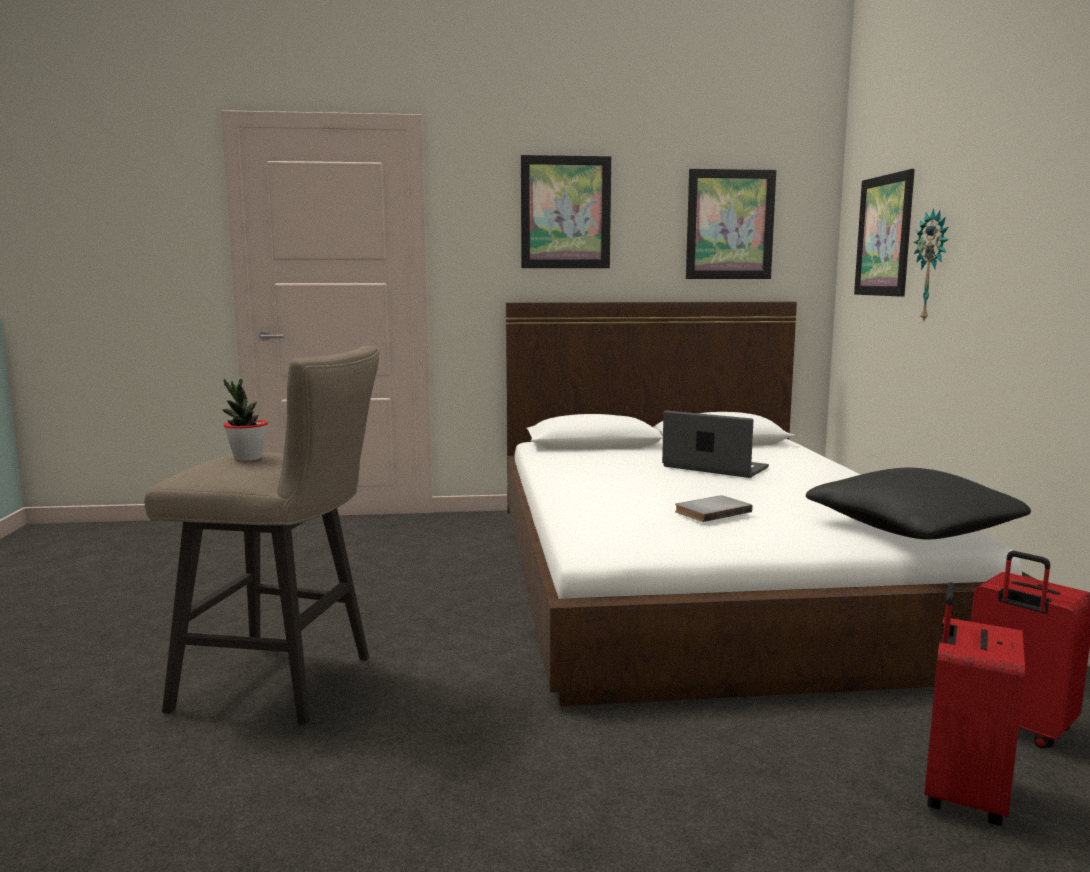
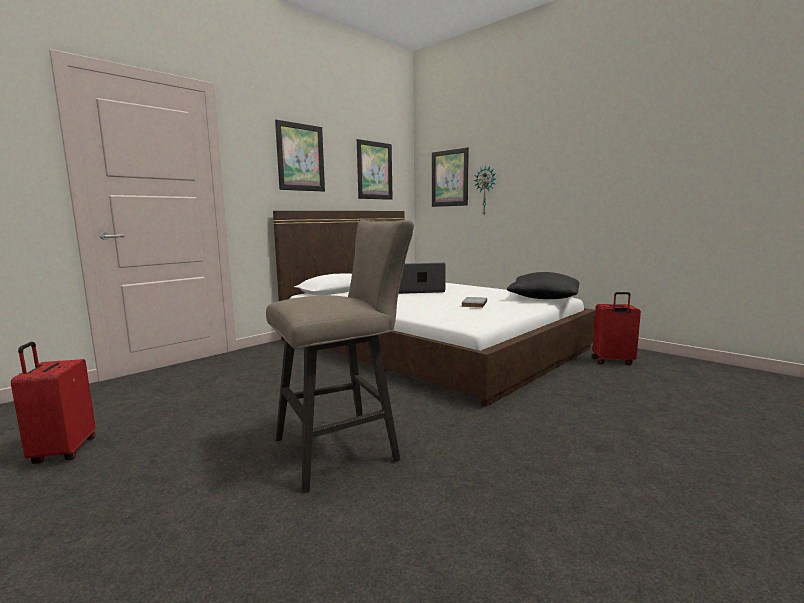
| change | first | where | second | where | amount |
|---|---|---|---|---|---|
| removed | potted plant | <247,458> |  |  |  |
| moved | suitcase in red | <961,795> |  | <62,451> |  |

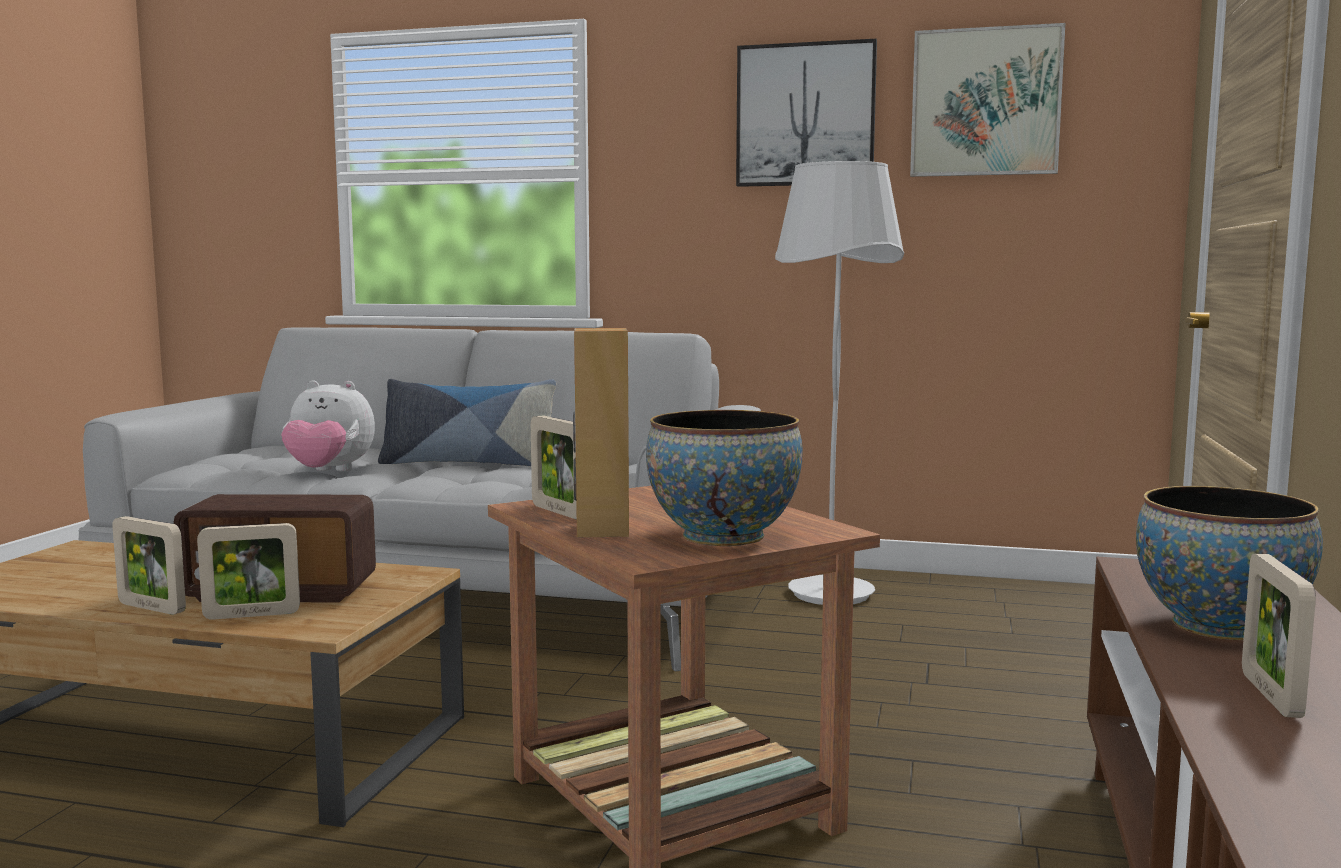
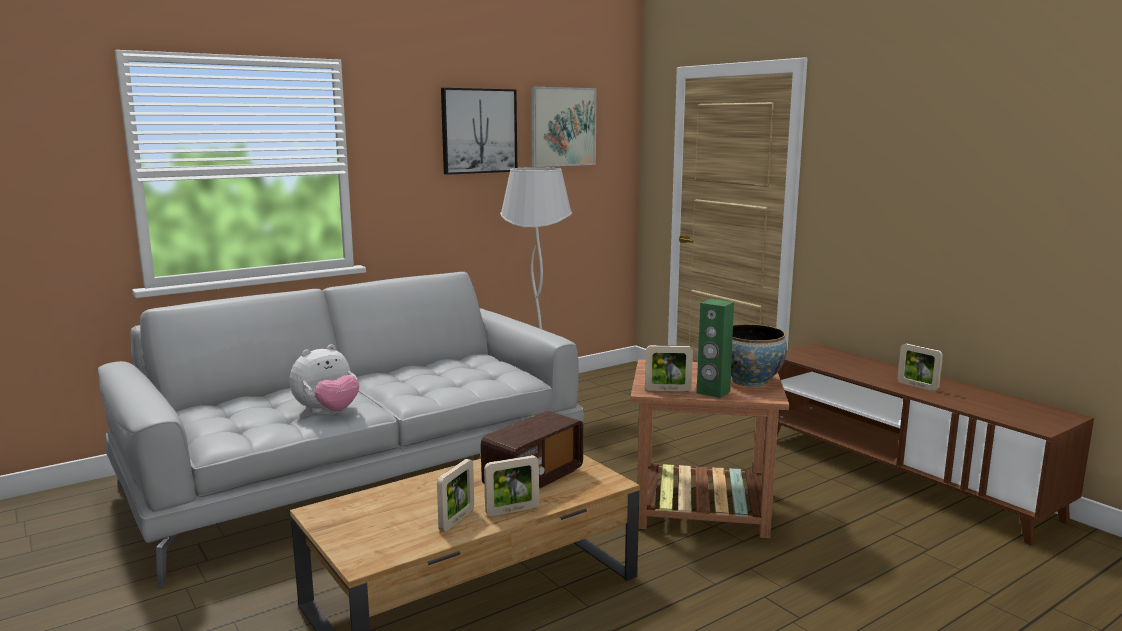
| change | first | where | second | where | amount |
|---|---|---|---|---|---|
| recoloured | speaker in brown | <601,530> | speaker in green | <713,392> |  |
| removed | pillow | <468,463> |  |  |  |
| removed | bowl | <1219,626> |  |  |  |
| moved | picture frame | <252,615> |  | <457,520> |  |

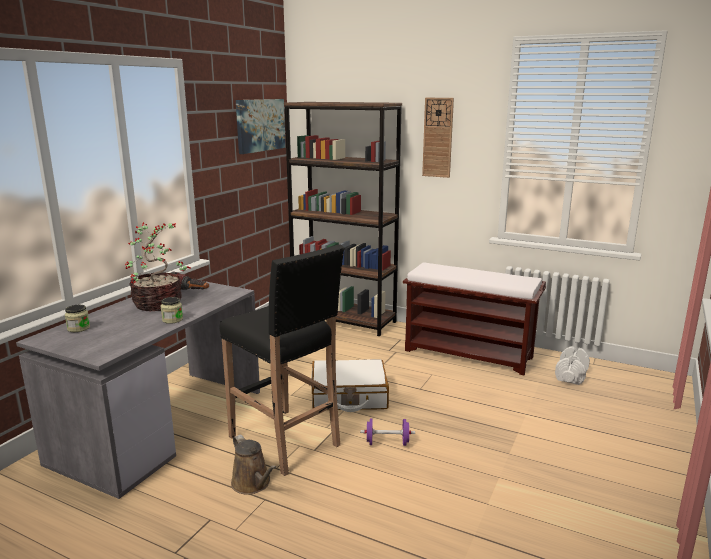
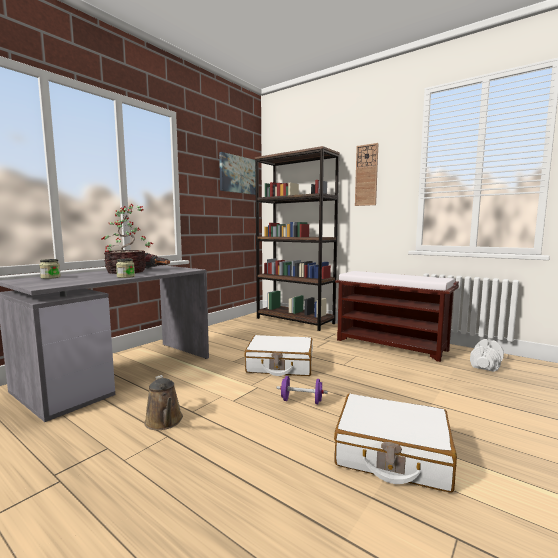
| change | first | where | second | where | amount |
|---|---|---|---|---|---|
| removed | stool in black | <286,442> |  |  |  |
| added |  |  | suitcase in white | <391,454> |  |

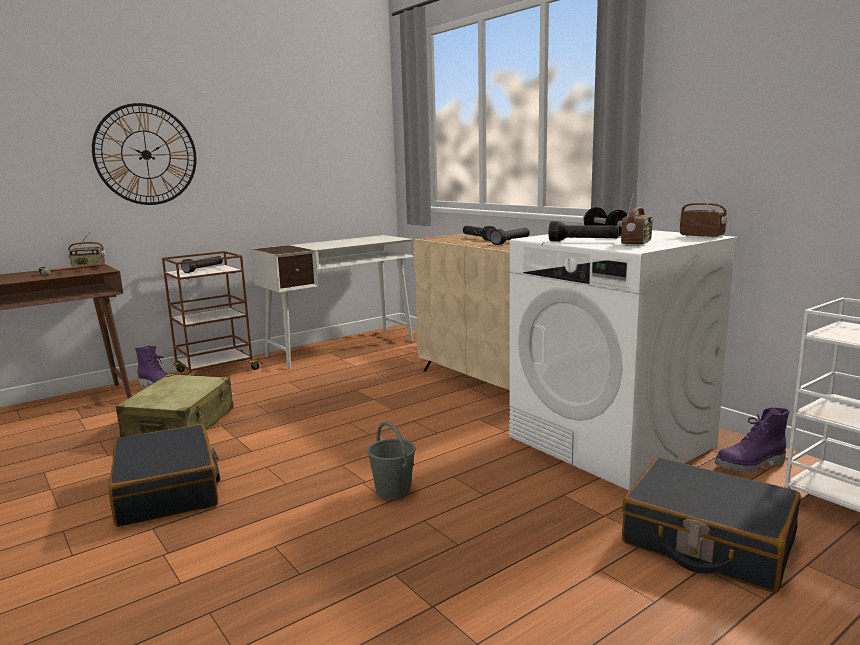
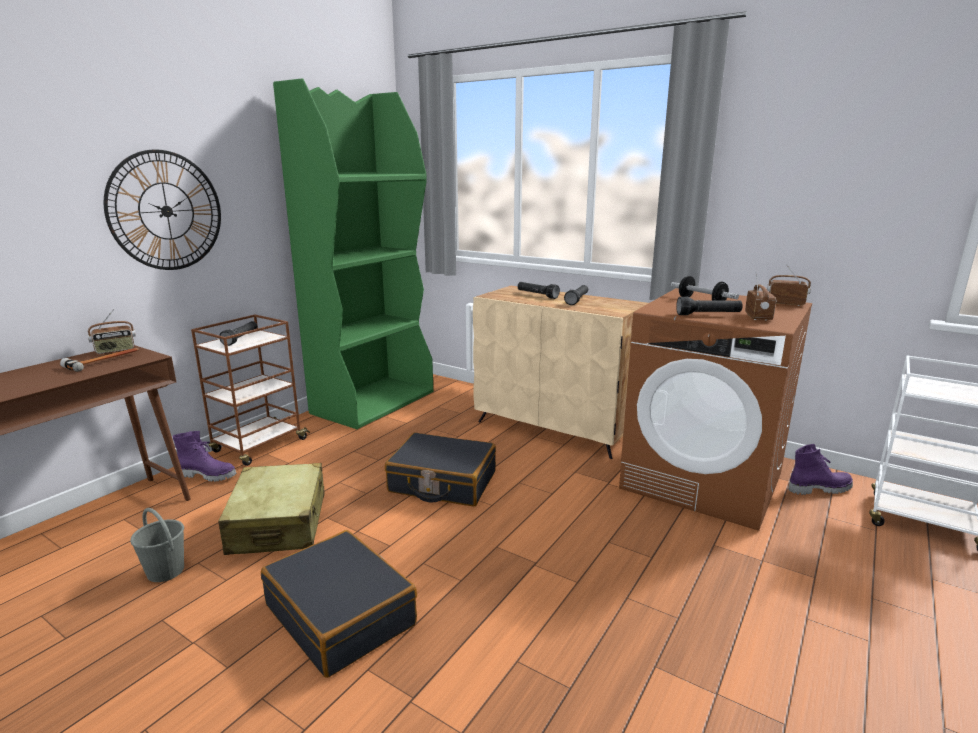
| change | first | where | second | where | amount |
|---|---|---|---|---|---|
| recoloured | washing machine in white | <612,442> | washing machine in brown | <703,481> |  |
| replaced | desk in white | <342,348> | bookcase in green | <374,402> |  |
| turned | boot in purple | <751,465> |  | <818,488> | 150 degrees counterclockwise |
| moved | bucket in grey | <393,491> |  | <166,571> |  |
| moved | suitcase in black | <707,541> |  | <442,482> |  |

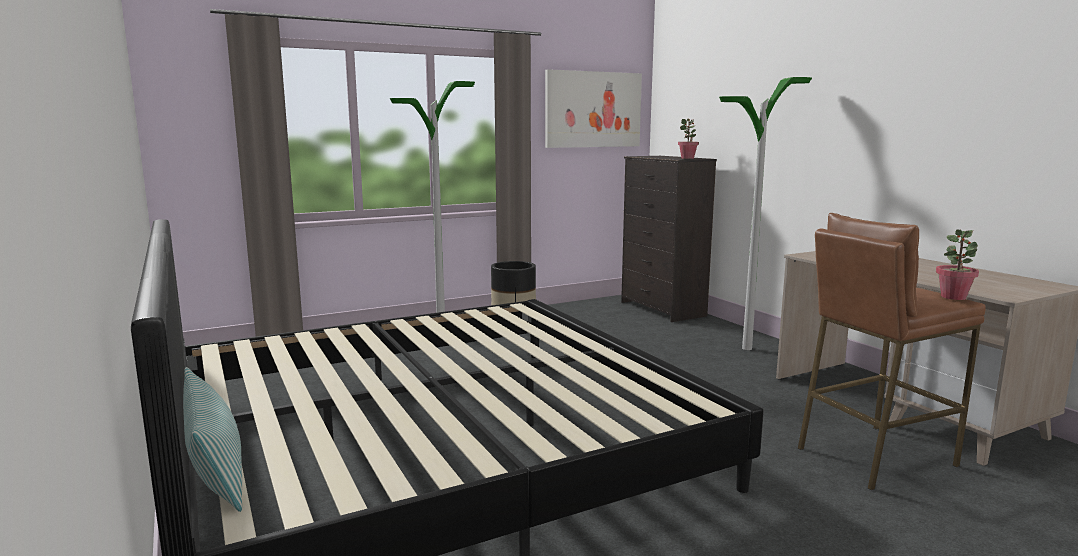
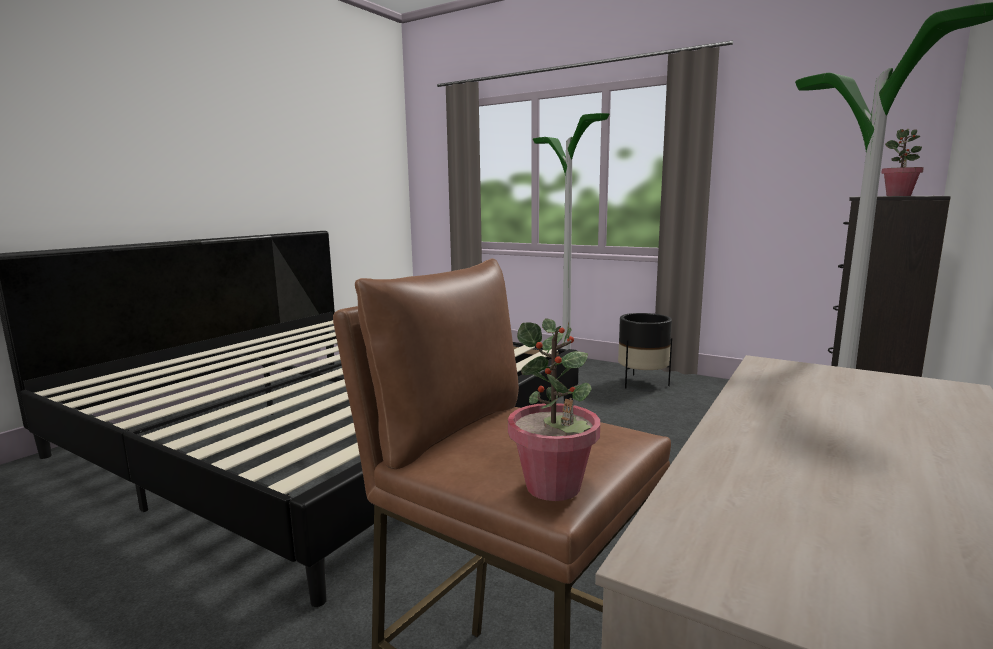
| change | first | where | second | where | amount |
|---|---|---|---|---|---|
| removed | picture | <593,109> |  |  |  |
| removed | pillow | <216,471> |  |  |  |

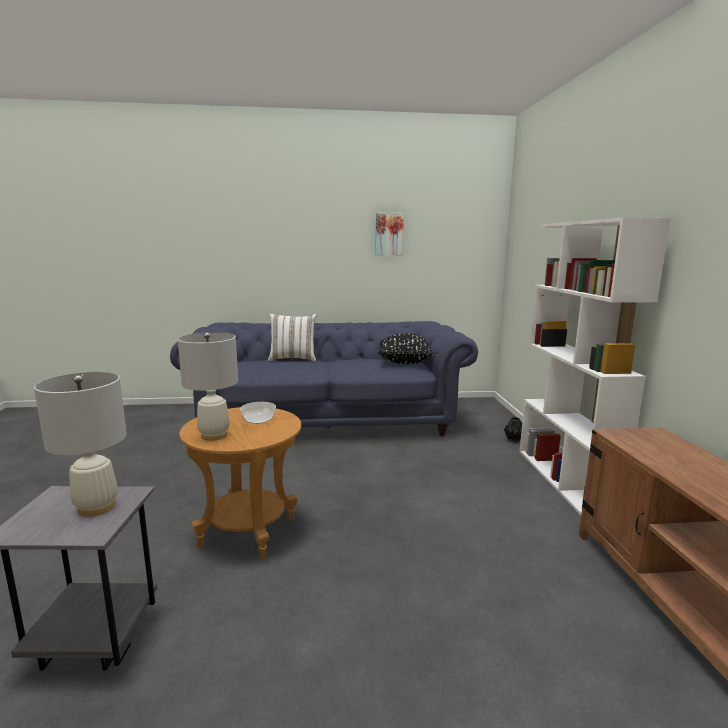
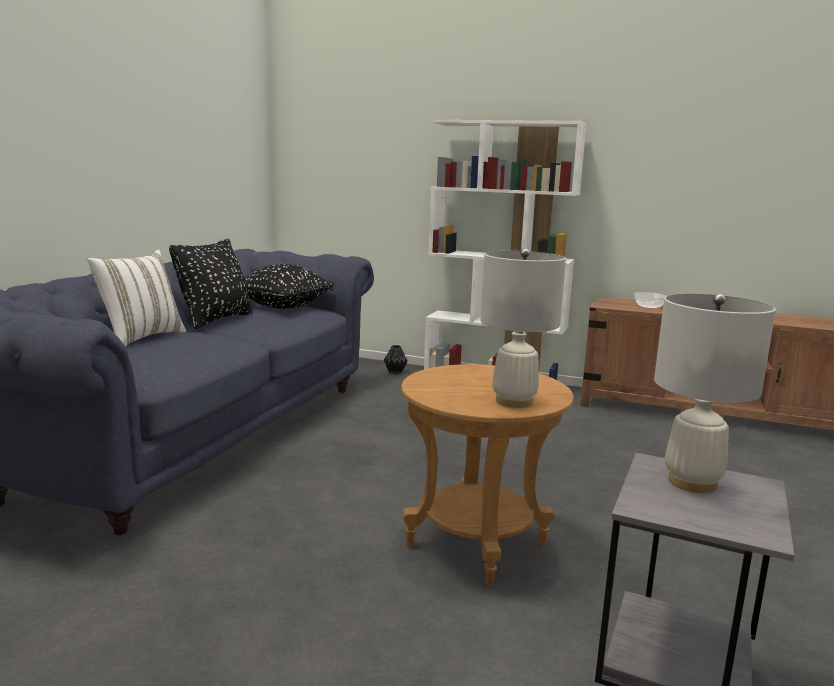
| change | first | where | second | where | amount |
|---|---|---|---|---|---|
| removed | picture | <389,234> |  |  |  |
| moved | bowl | <258,420> |  | <648,307> |  |
| added |  |  | pillow in black | <215,320> |  |

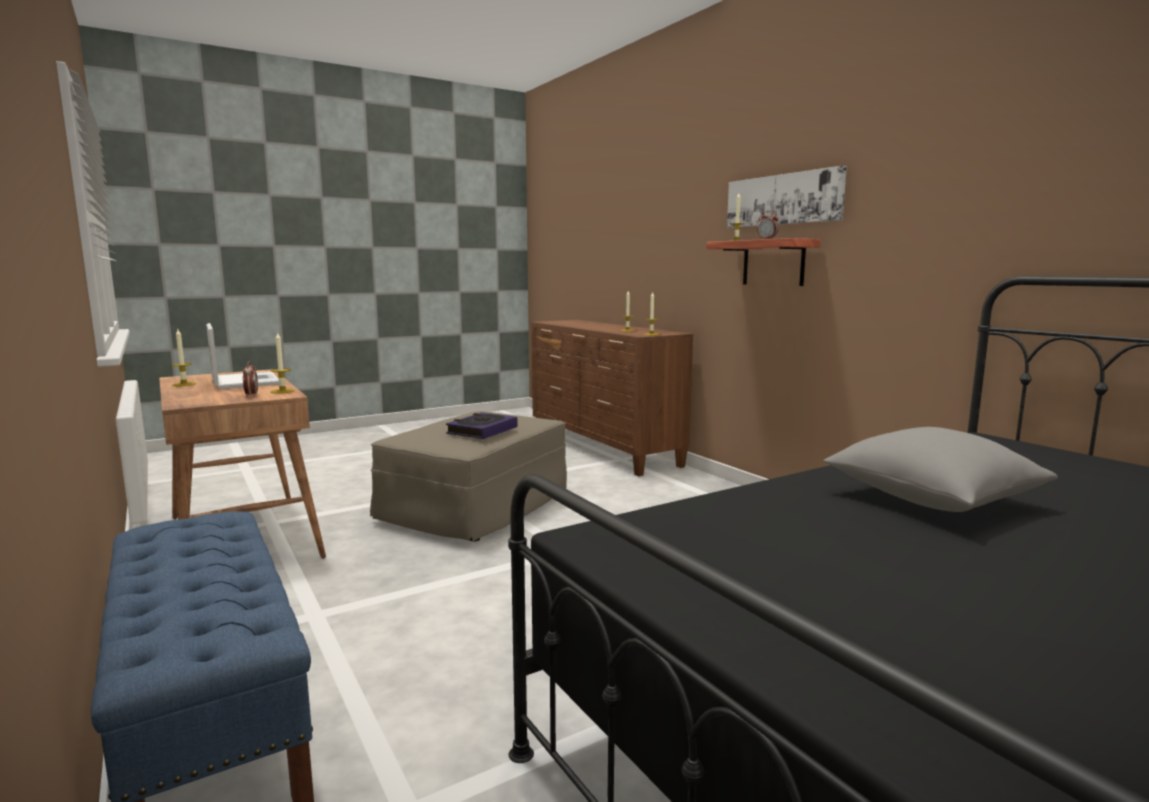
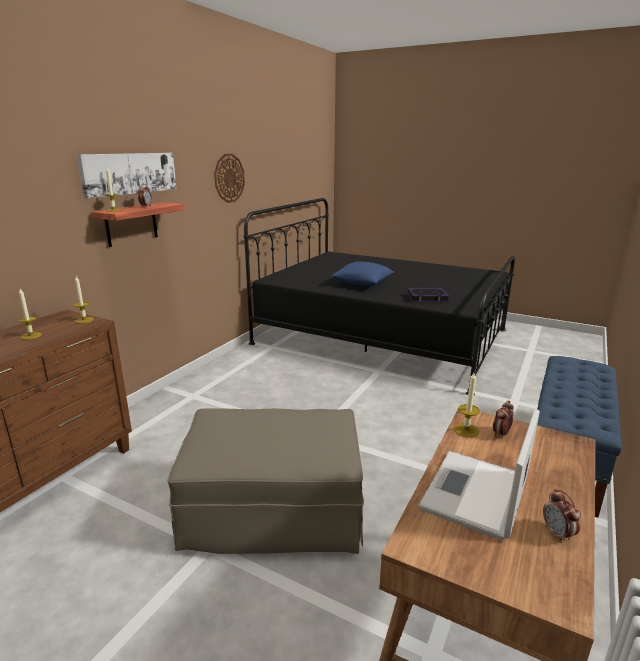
| change | first | where | second | where | amount |
|---|---|---|---|---|---|
| replaced | candle | <184,384> | alarm clock | <557,534> |  |
| moved | book | <482,430> |  | <427,298> |  |
| recoloured | pillow in grey | <931,500> | pillow in blue | <363,284> |  |
| added |  |  | wall clock | <229,178> |  |

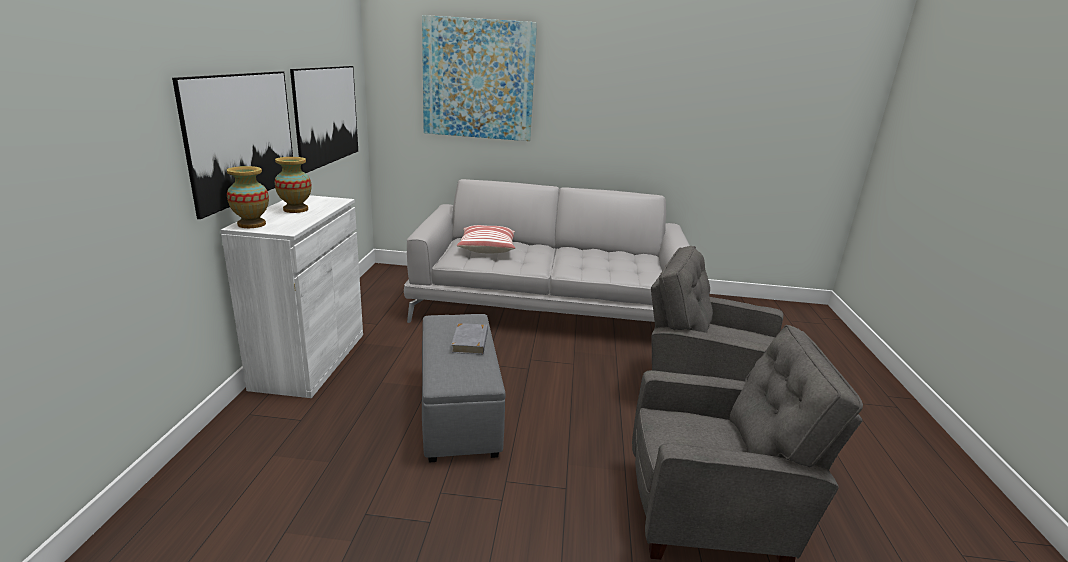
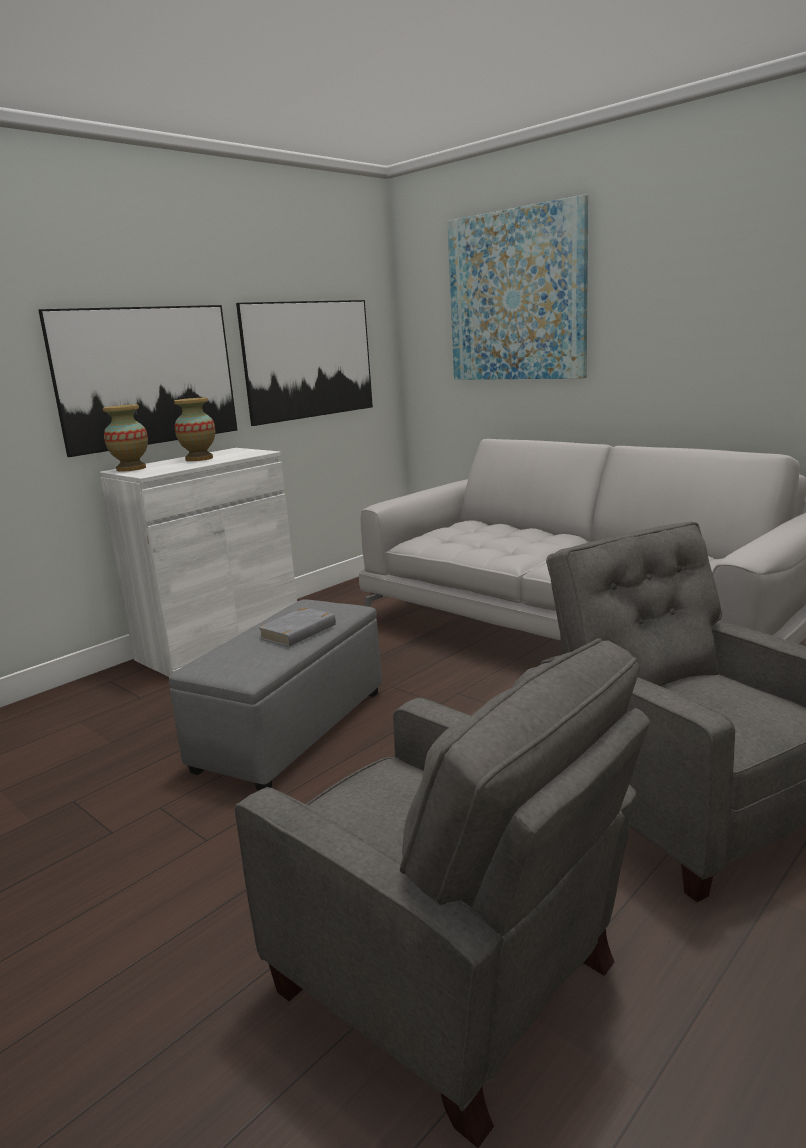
| change | first | where | second | where | amount |
|---|---|---|---|---|---|
| removed | pillow | <487,248> |  |  |  |

